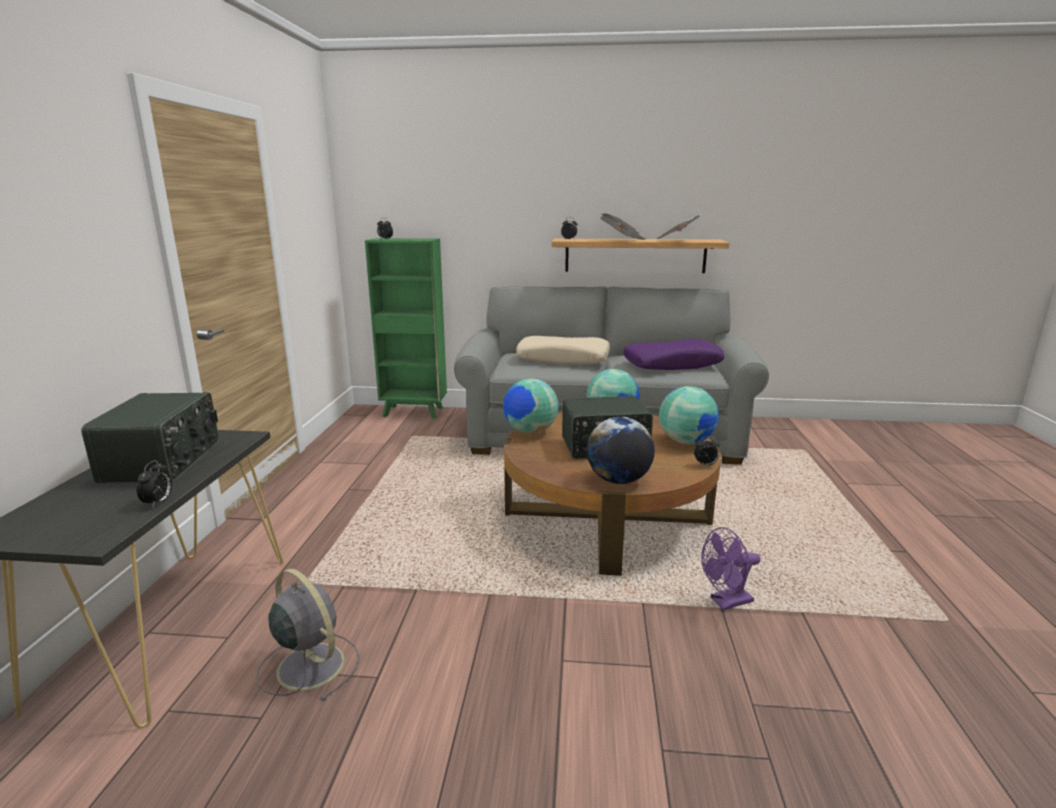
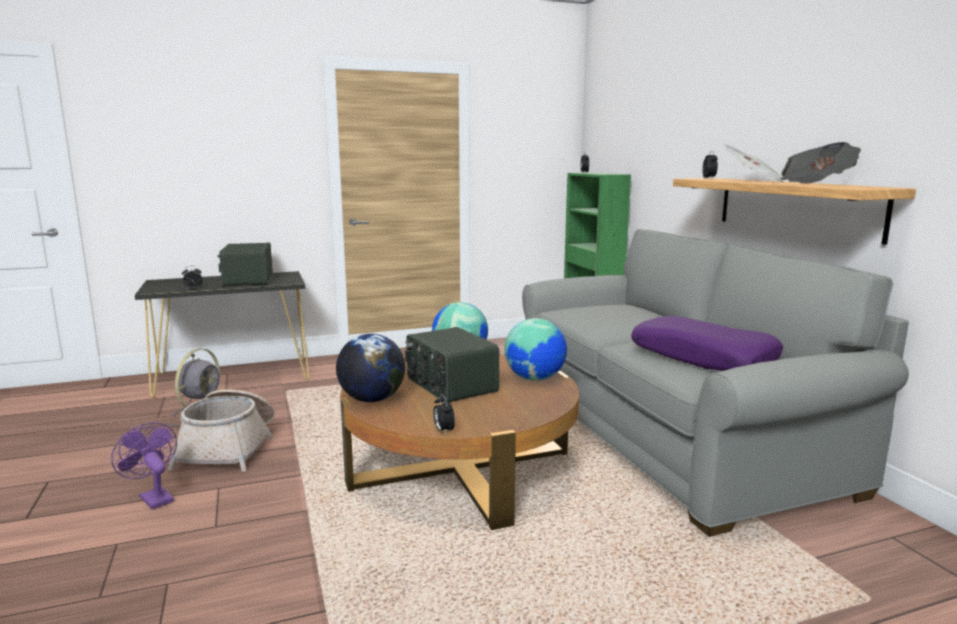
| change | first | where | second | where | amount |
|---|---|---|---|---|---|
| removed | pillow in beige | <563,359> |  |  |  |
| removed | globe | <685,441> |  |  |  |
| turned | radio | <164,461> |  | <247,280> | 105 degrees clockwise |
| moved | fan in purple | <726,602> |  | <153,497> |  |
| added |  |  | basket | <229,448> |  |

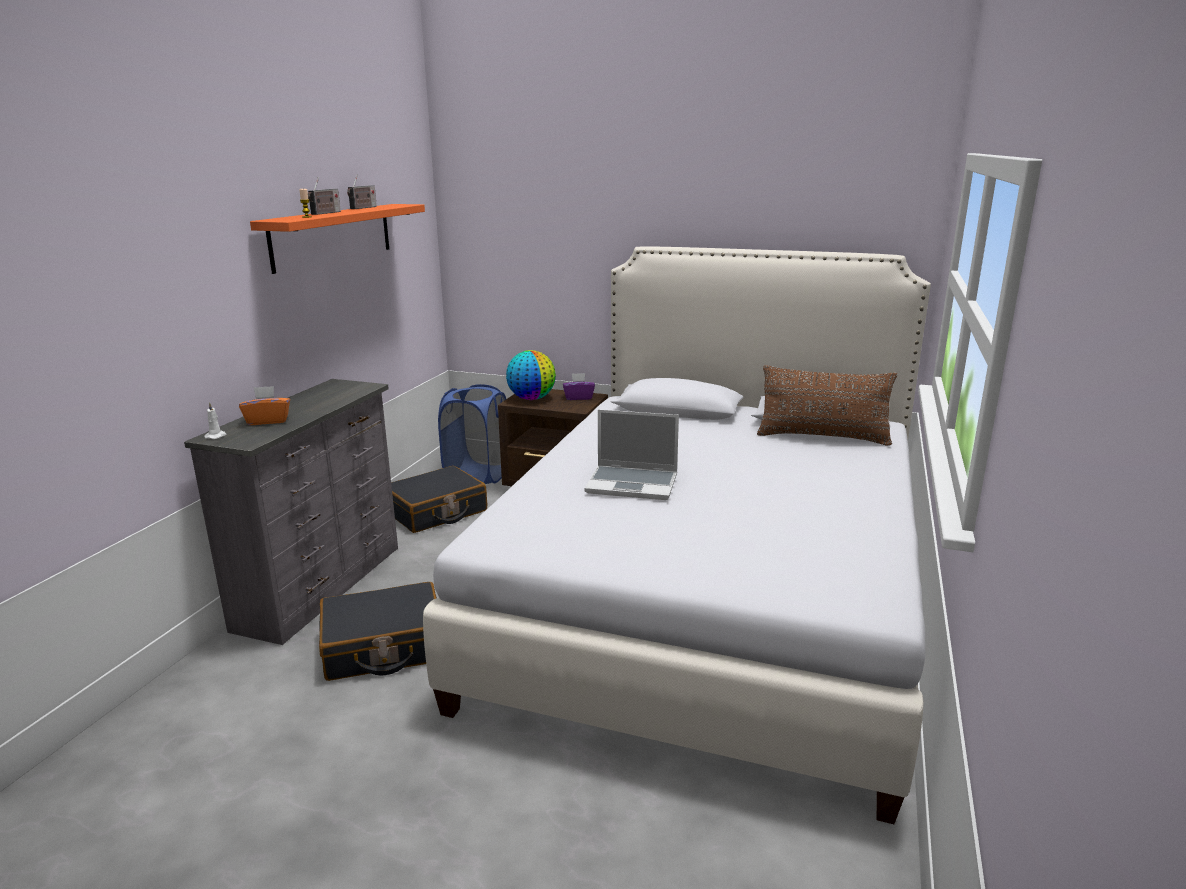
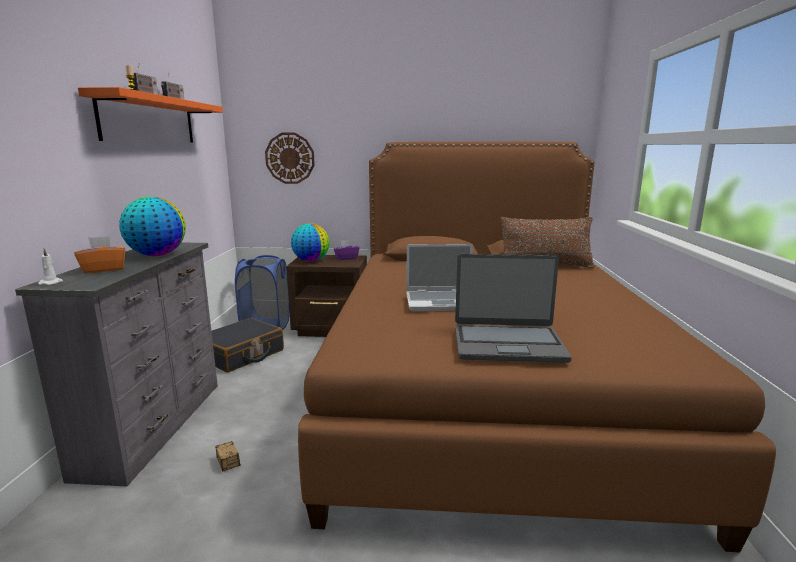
| change | first | where | second | where | amount |
|---|---|---|---|---|---|
| recoloured | bed in white | <709,596> | bed in brown | <485,392> |  |
| replaced | suitcase in black | <384,647> | storage box | <232,472> |  |
| added |  |  | wall clock | <290,158> |  |
| added |  |  | globe | <157,255> |  |
| added |  |  | laptop | <508,344> |  |

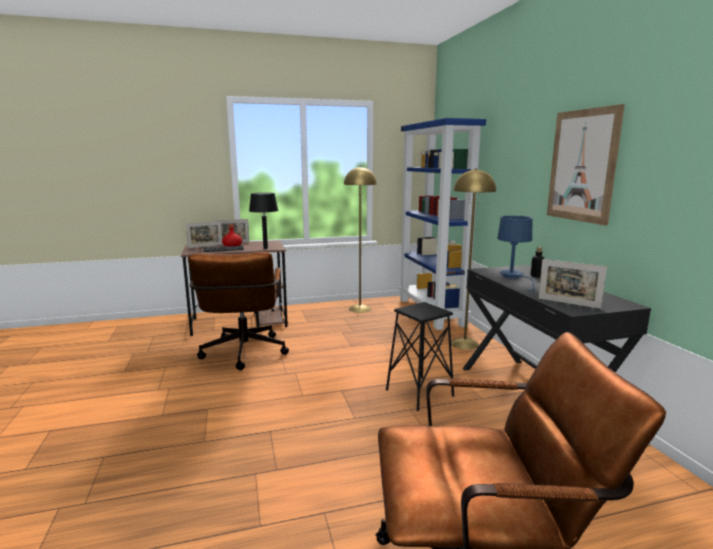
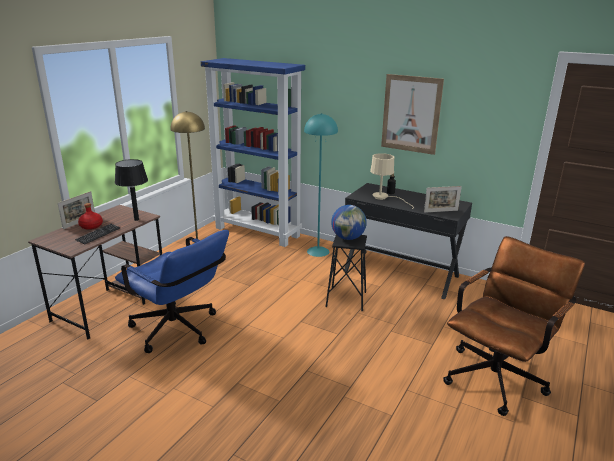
| change | first | where | second | where | amount |
|---|---|---|---|---|---|
| recoloured | floor lamp in yellow | <464,343> | floor lamp in turquoise | <318,251> |  |
| recoloured | table lamp in blue | <514,278> | table lamp in beige | <384,198> |  |
| removed | picture frame | <205,246> |  |  |  |
| recoloured | office chair in brown | <243,355> | office chair in blue | <179,331> |  |
| added |  |  | globe | <348,238> |  |

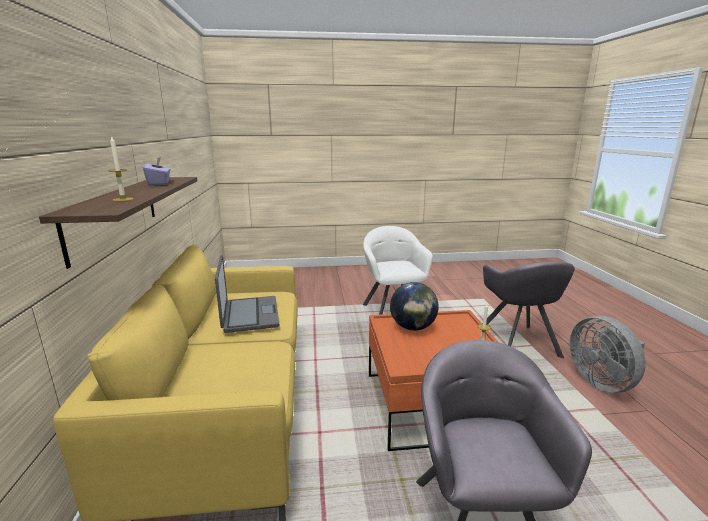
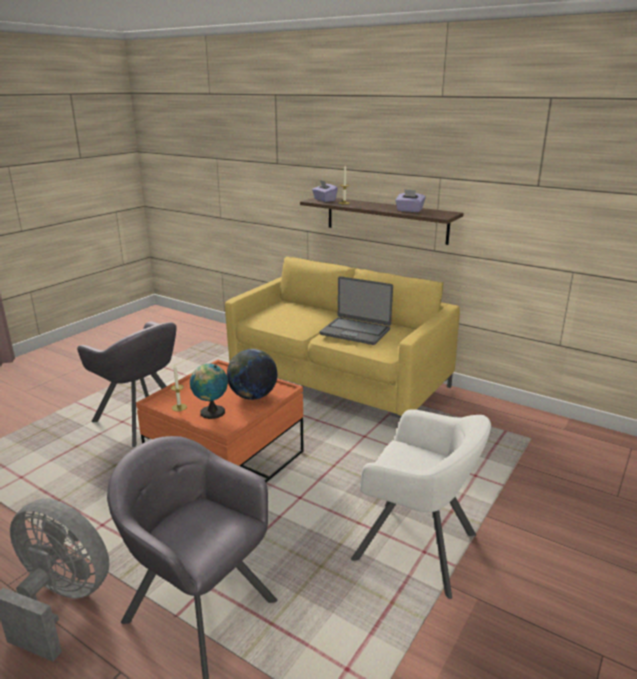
| change | first | where | second | where | amount |
|---|---|---|---|---|---|
| added |  |  | tissue box in purple | <324,200> |  |
| added |  |  | globe | <210,412> |  |

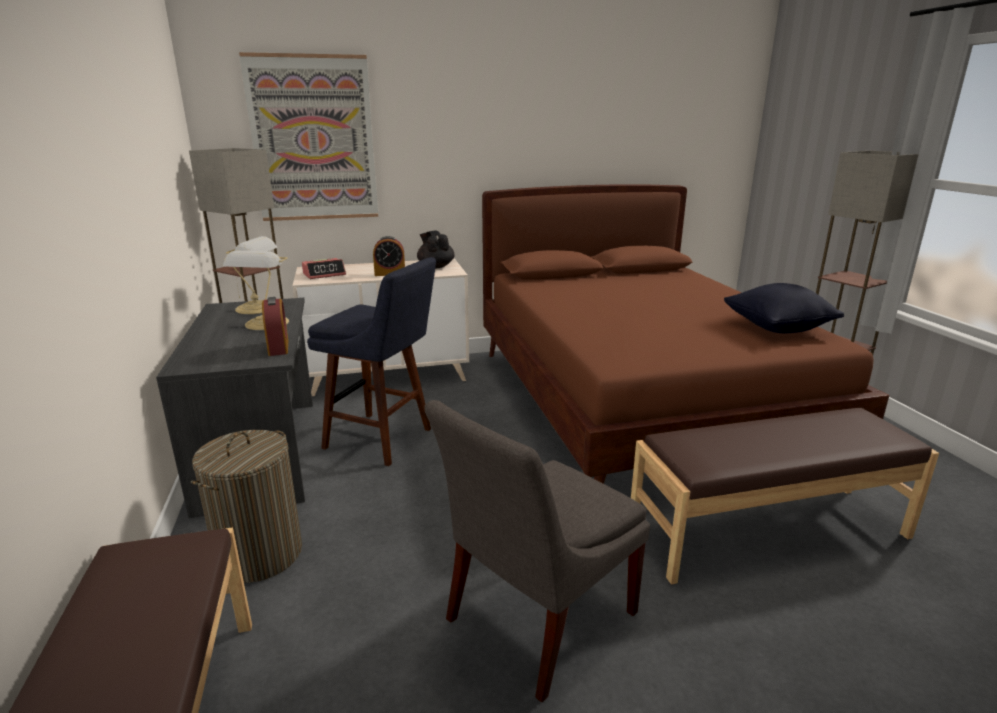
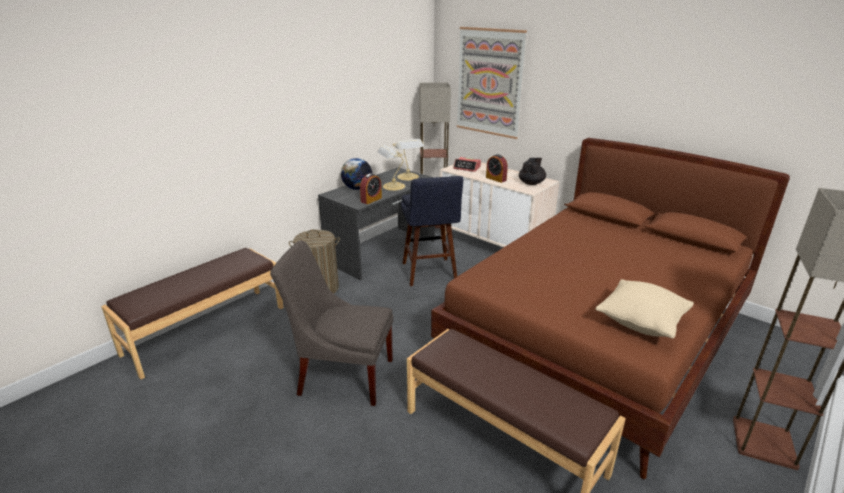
| change | first | where | second | where | amount |
|---|---|---|---|---|---|
| recoloured | pillow in black | <777,328> | pillow in beige | <641,323> |  |
| added |  |  | globe | <357,188> |  |

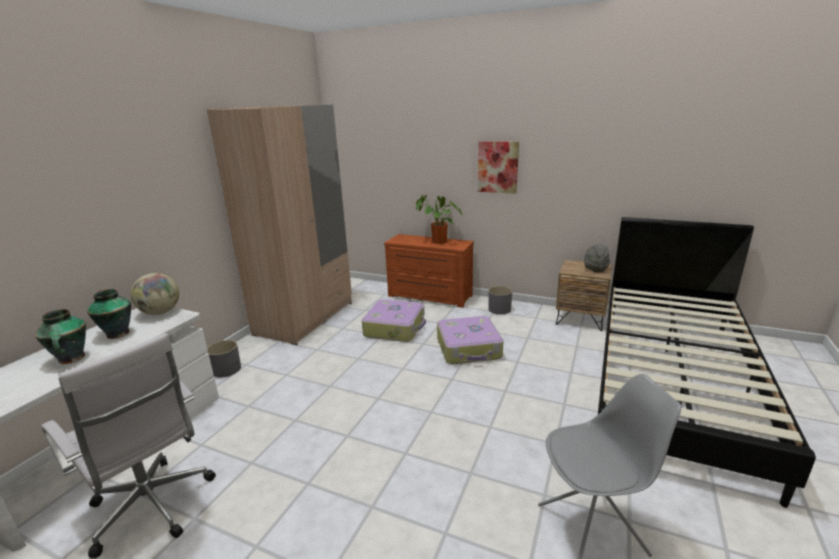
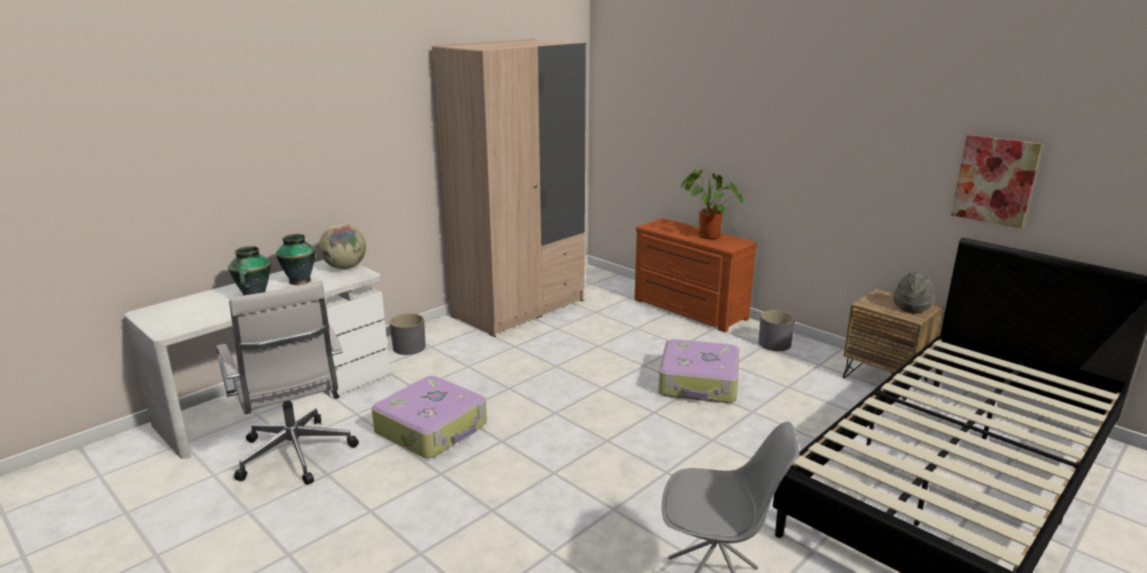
| change | first | where | second | where | amount |
|---|---|---|---|---|---|
| moved | picture | <498,167> |  | <995,180> |  |
| moved | suitcase | <395,328> |  | <433,428> |  |

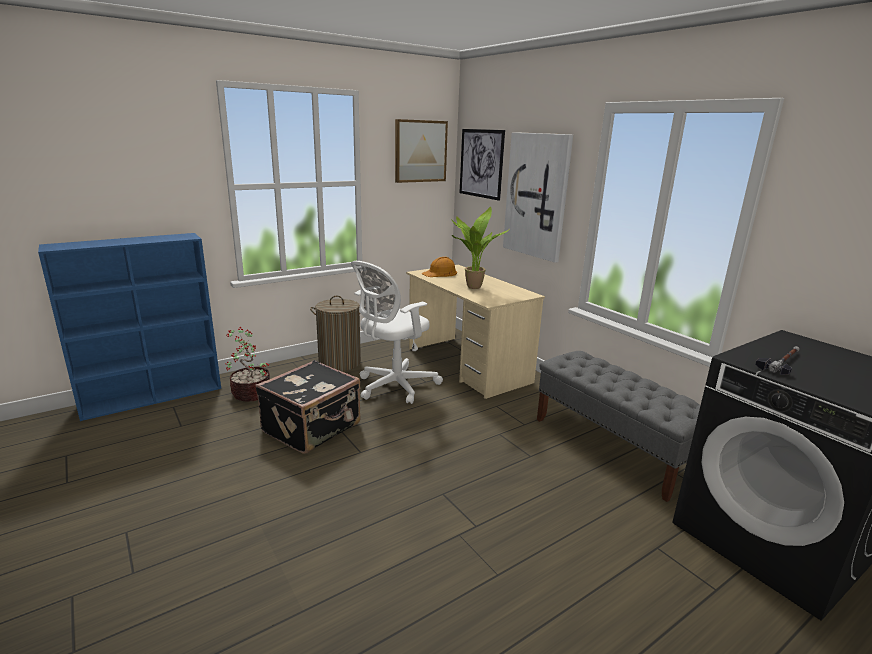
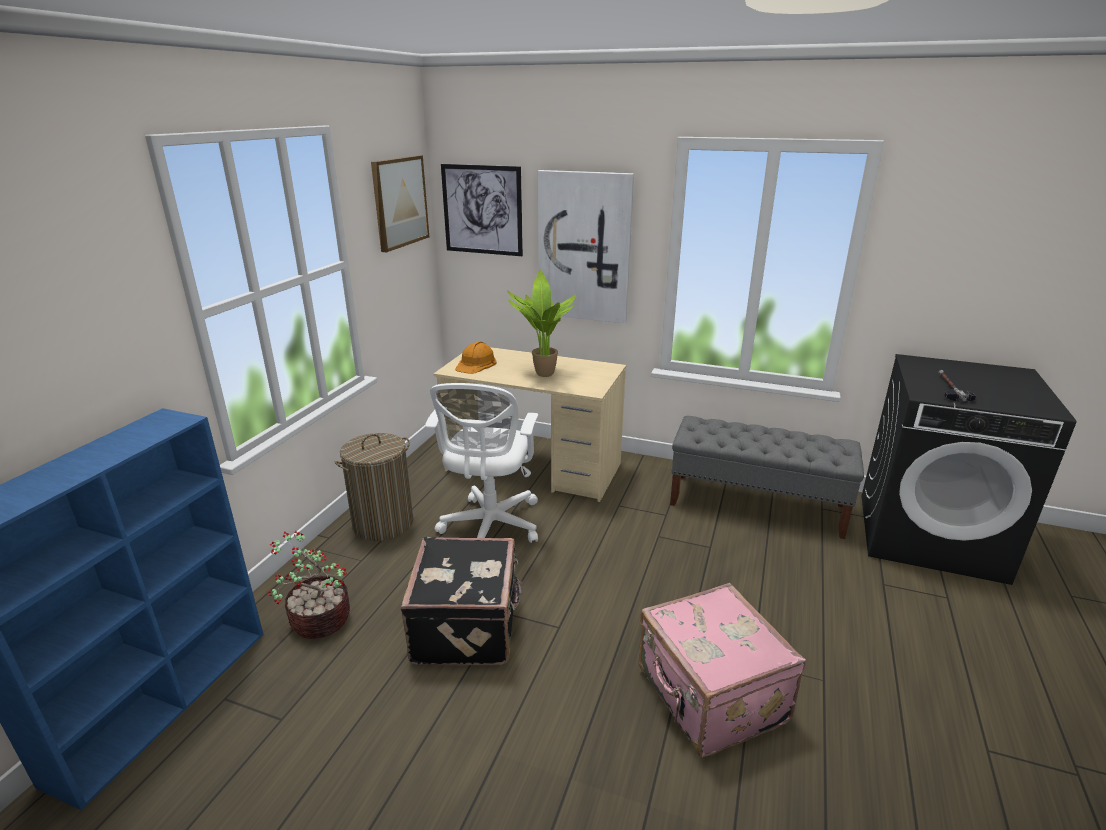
| change | first | where | second | where | amount |
|---|---|---|---|---|---|
| added |  |  | suitcase in pink | <709,697> |  |

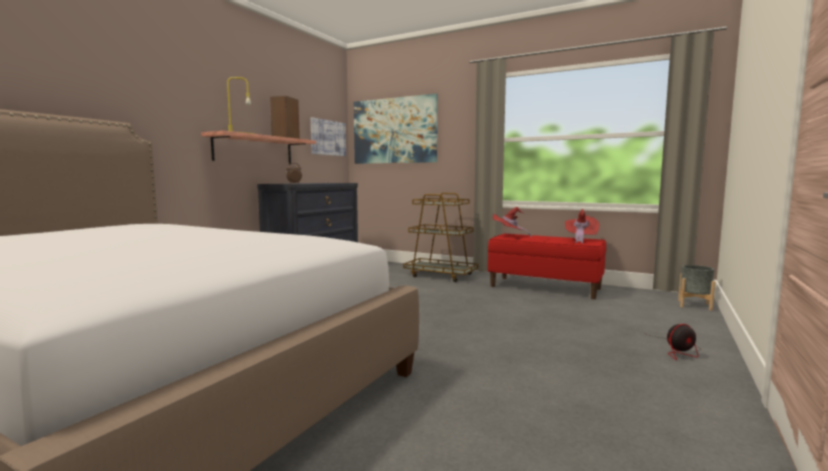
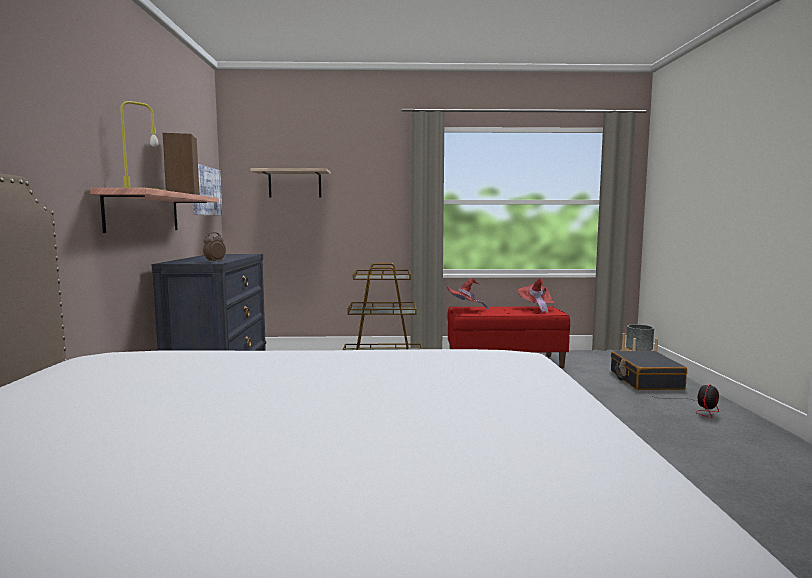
| change | first | where | second | where | amount |
|---|---|---|---|---|---|
| replaced | picture | <394,130> | shelf | <295,184> |  |
| added |  |  | suitcase in black | <645,380> |  |

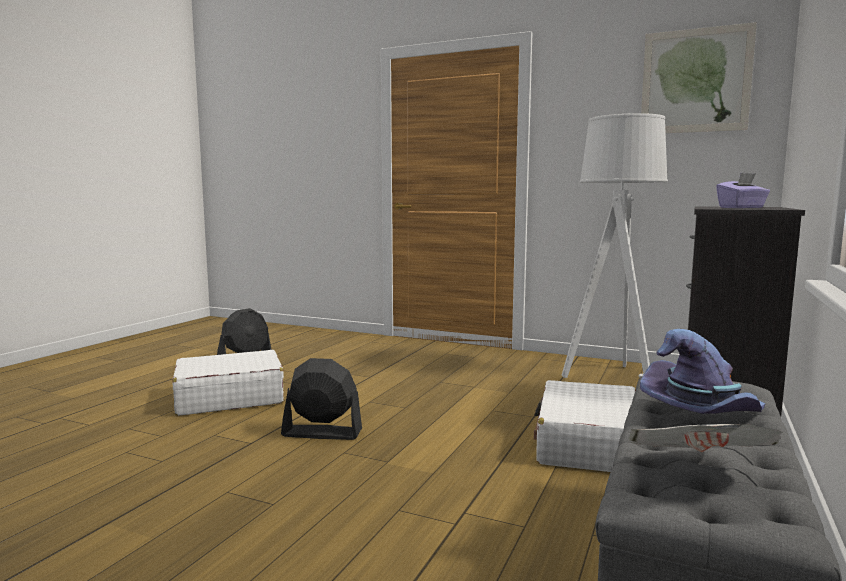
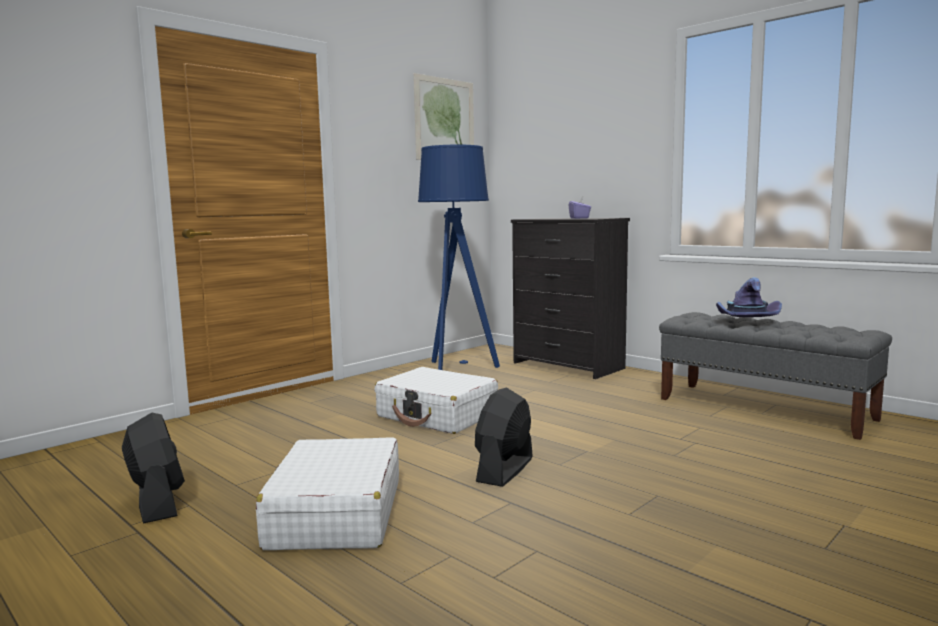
| change | first | where | second | where | amount |
|---|---|---|---|---|---|
| recoloured | floor lamp in grey | <612,378> | floor lamp in blue | <457,369> |  |
| moved | suitcase in white | <587,444> |  | <437,415> |  |
| removed | newspaper | <696,475> |  |  |  |

